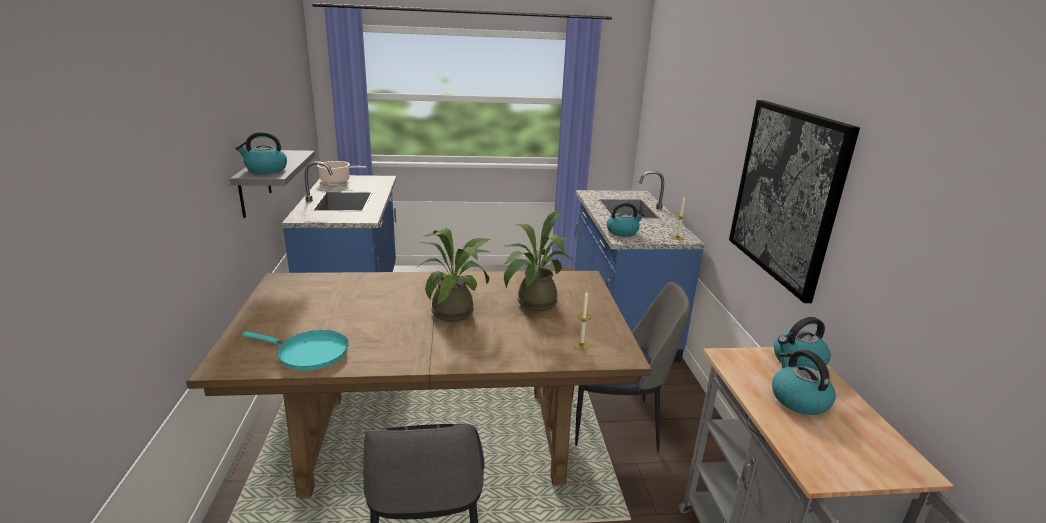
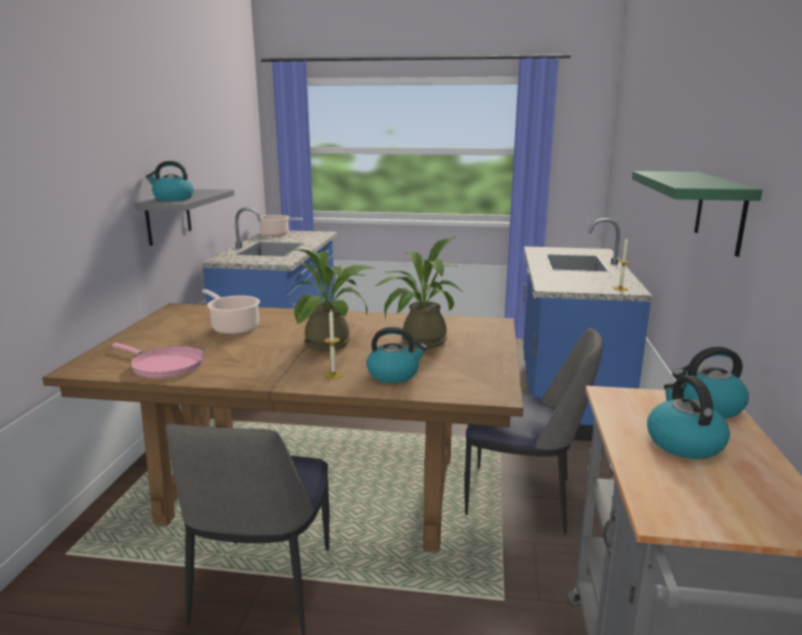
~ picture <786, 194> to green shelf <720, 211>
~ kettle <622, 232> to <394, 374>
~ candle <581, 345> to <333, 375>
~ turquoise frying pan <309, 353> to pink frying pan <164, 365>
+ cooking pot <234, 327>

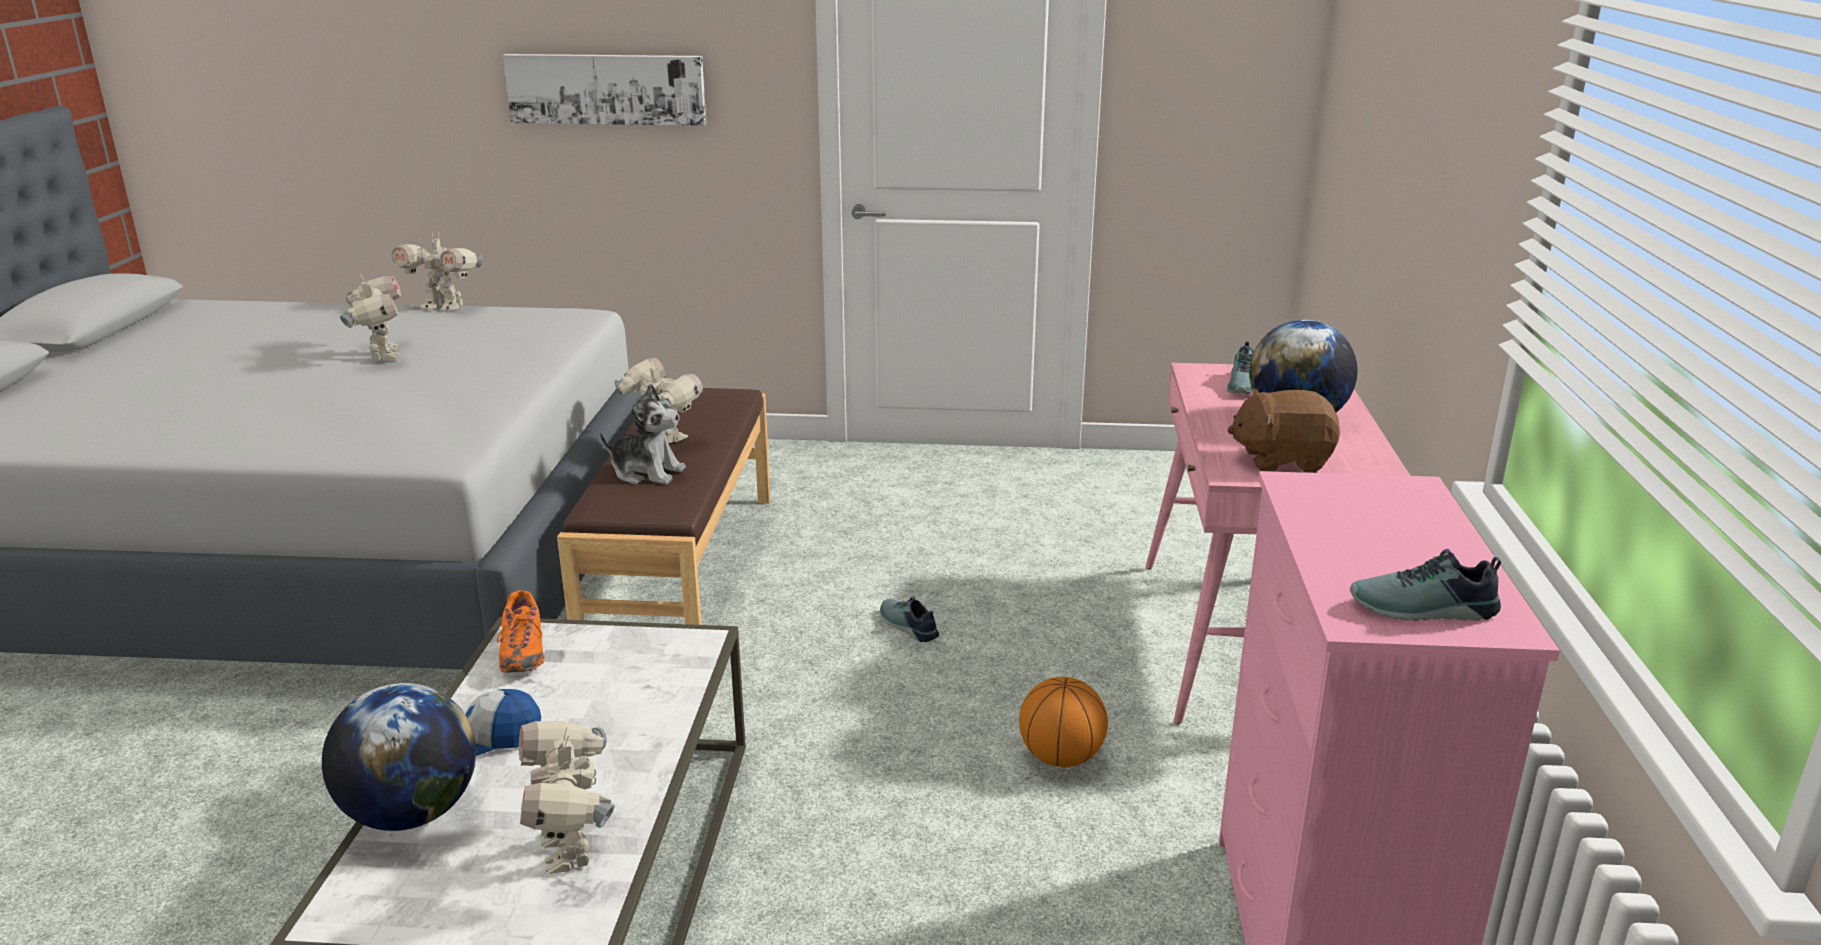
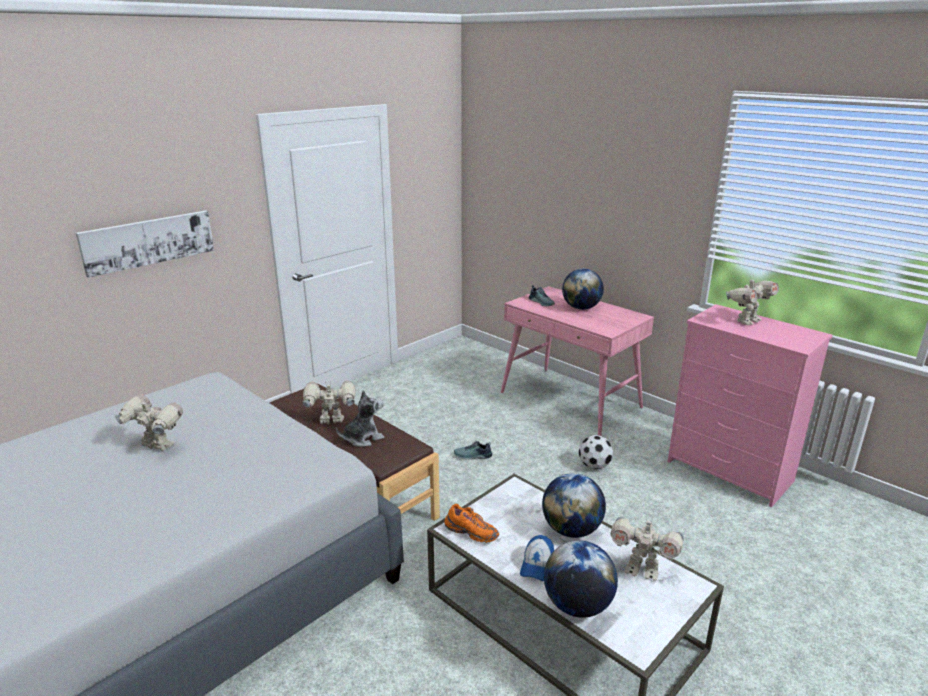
~ toy robot <444, 307> to <746, 321>
- brown plush toy <1281, 460>
- shoe <1424, 610>
~ basketball <1061, 757> to football <594, 466>
+ globe <571, 530>

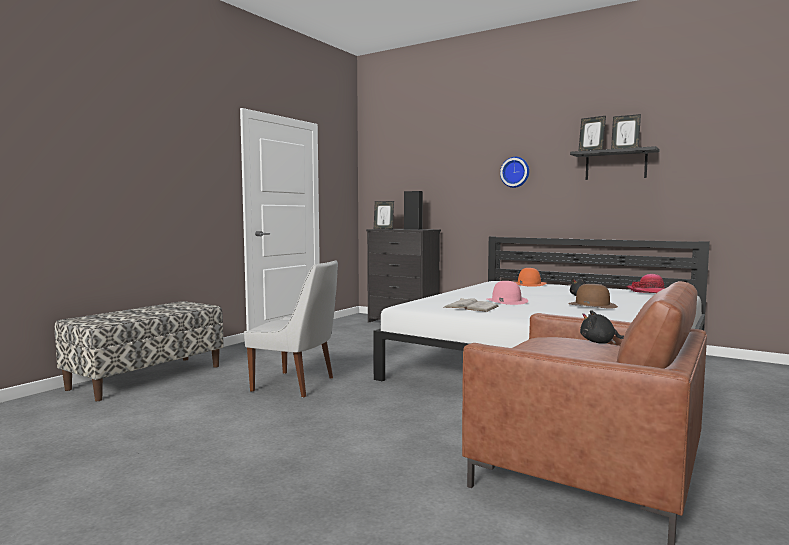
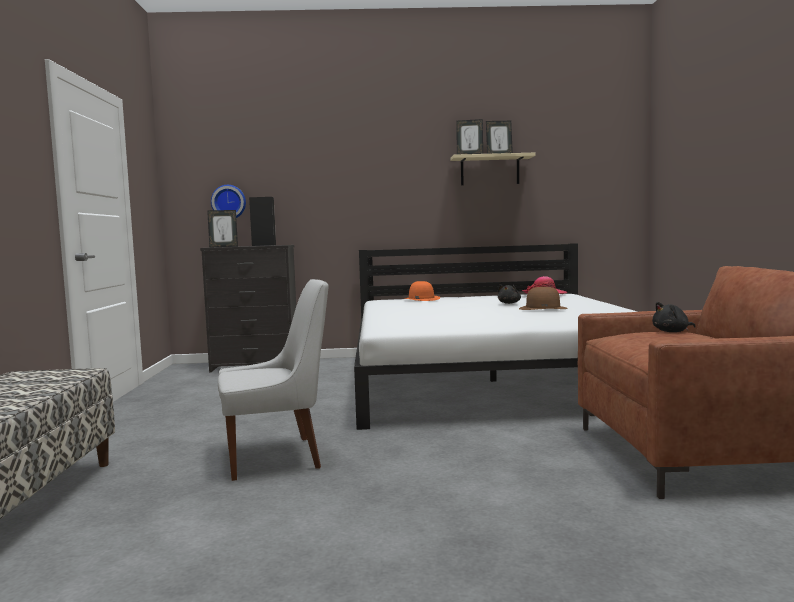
~ black shelf <615, 165> to beige shelf <490, 170>
~ wall clock <515, 172> to <229, 202>
- pink hat <506, 301>
- white book <471, 307>

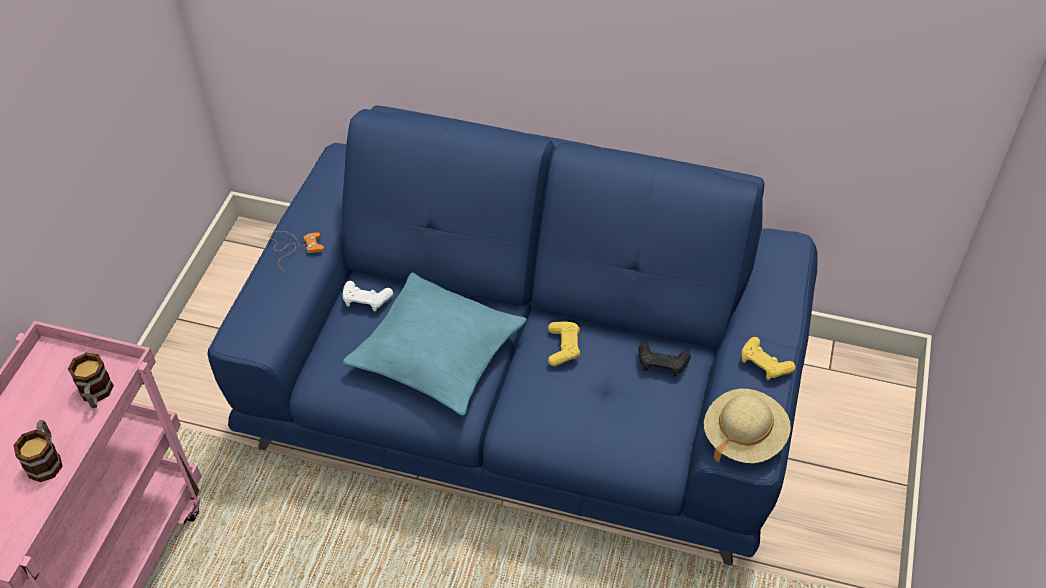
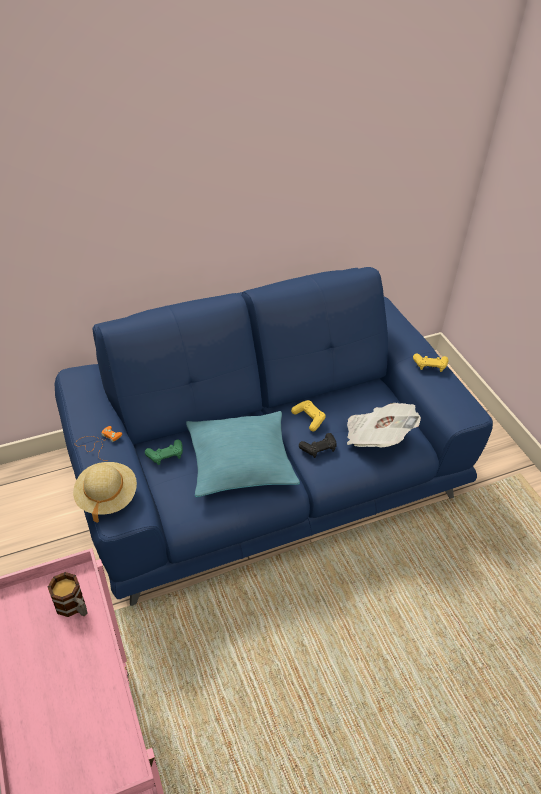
~ white game controller <366, 300> to green game controller <166, 455>
~ black game controller <662, 364> to <318, 449>
~ beige hat <743, 437> to <107, 497>
- mug <46, 459>
+ newspaper <377, 437>

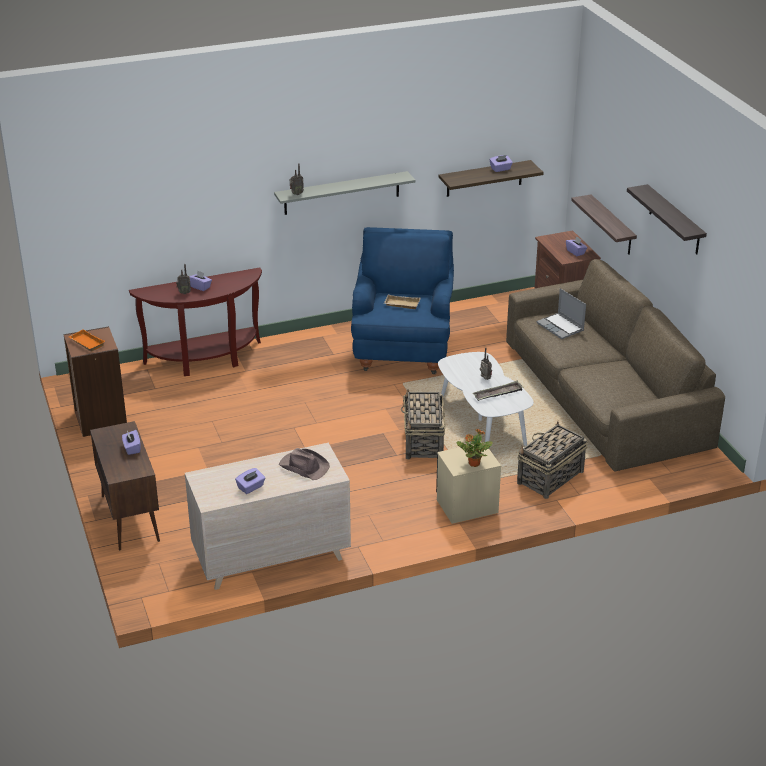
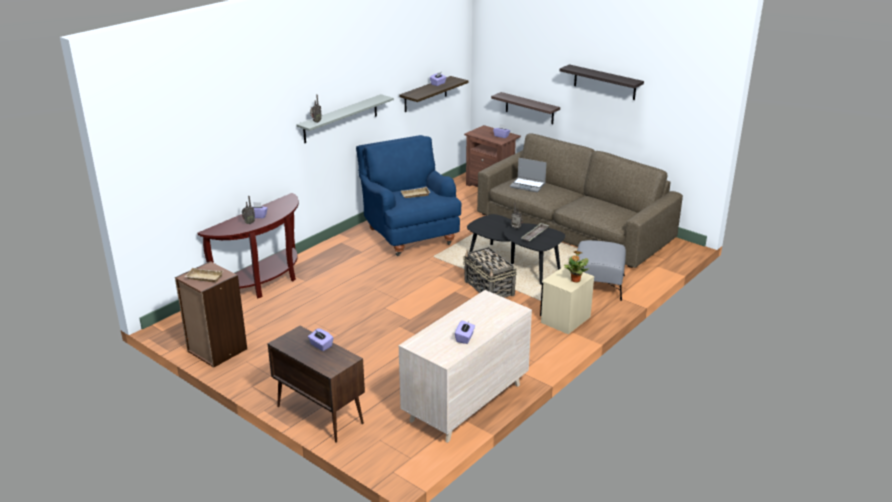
~ orange tray <86, 343> to beige tray <203, 278>
~ white coffee table <482, 421> to black coffee table <514, 264>
~ basket <549, 477> to grey ottoman <597, 285>
- brown hat <304, 466>

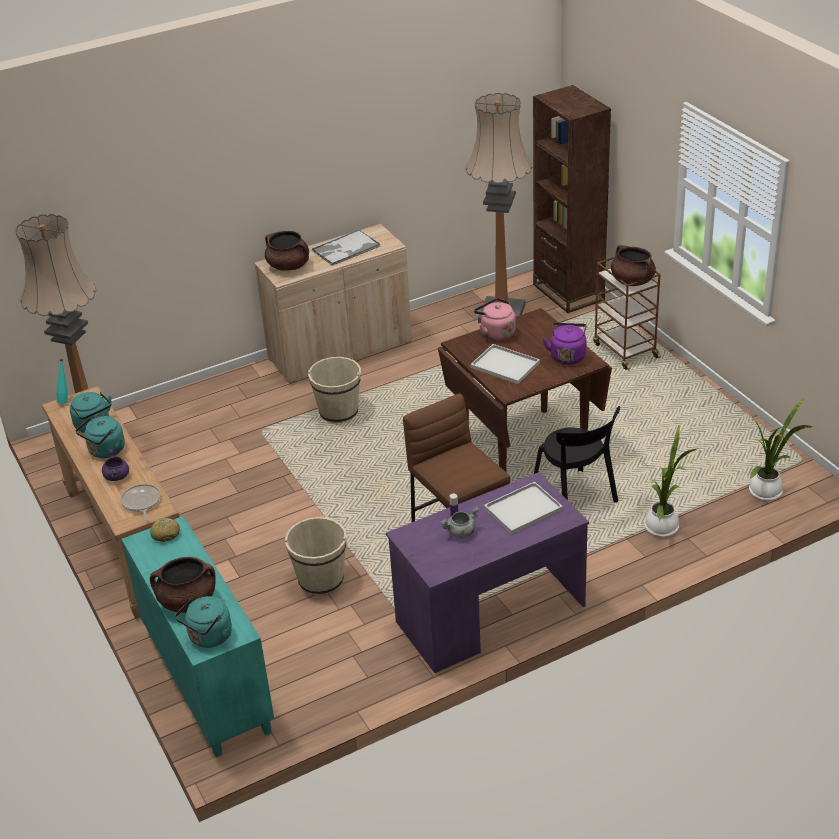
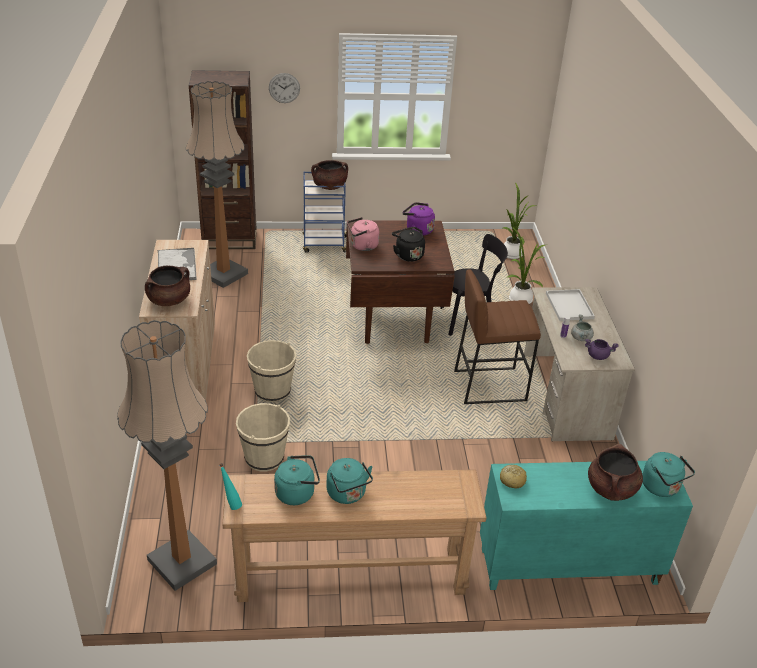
~ brown cart <625, 350> to blue cart <324, 245>
~ white tray <506, 365> to black kettle <408, 255>
~ purple cooking pot <117, 477> to <598, 356>
~ purple desk <490, 614> to beige desk <565, 396>
- frying pan <141, 503>
~ beige bucket <321, 580> to <264, 457>
+ wall clock <284, 88>

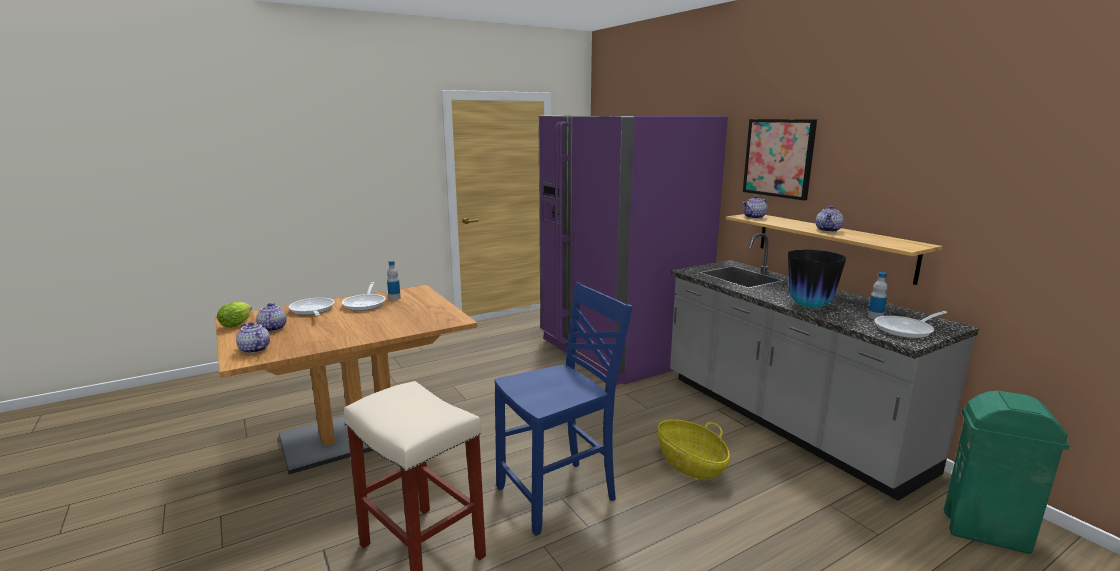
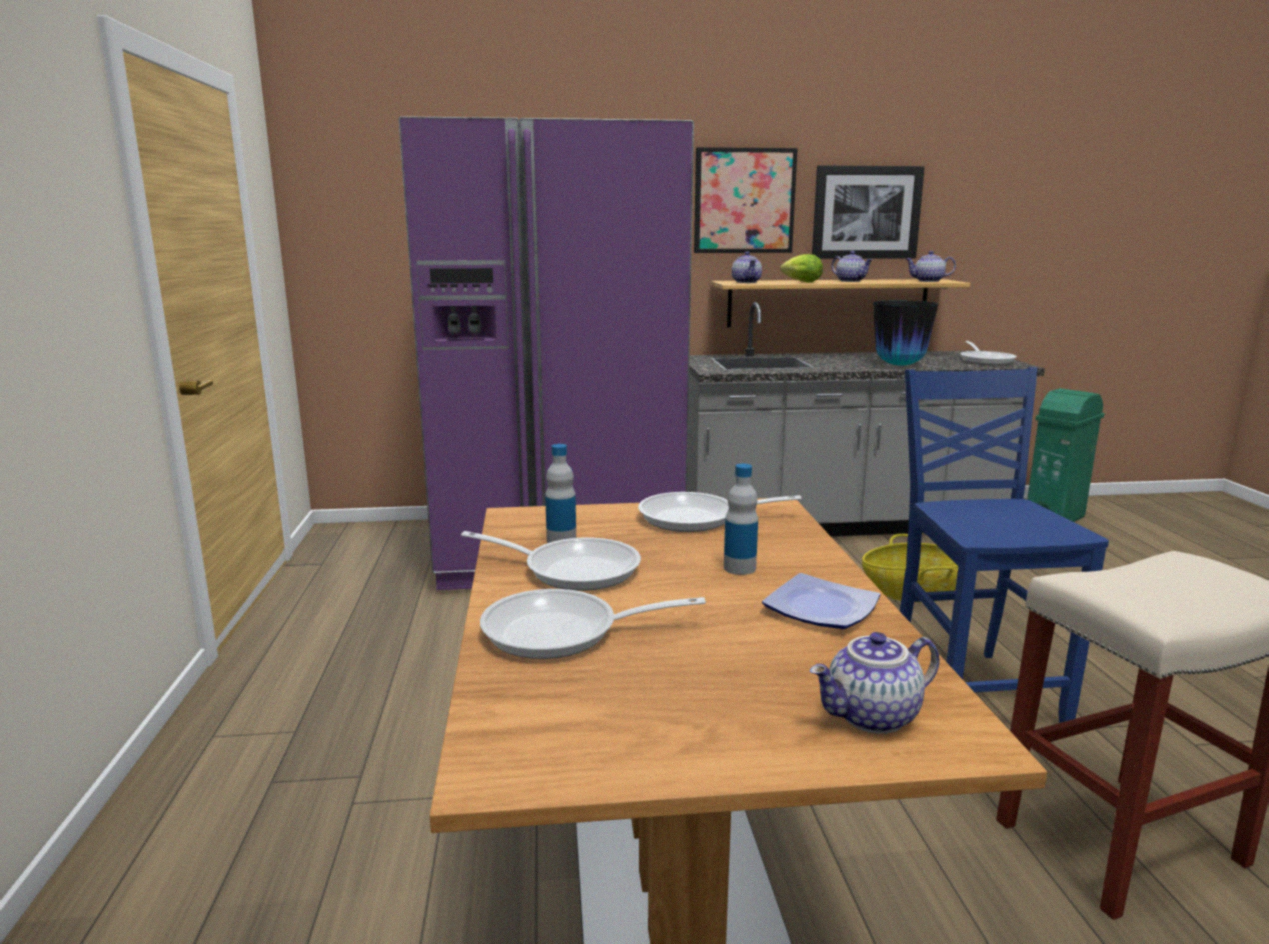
~ bottle <875, 317> to <739, 568>
~ lettuce <238, 324> to <800, 282>
~ teapot <272, 328> to <928, 281>
+ picture <866, 212>
+ frying pan <697, 518>
+ plate <818, 609>

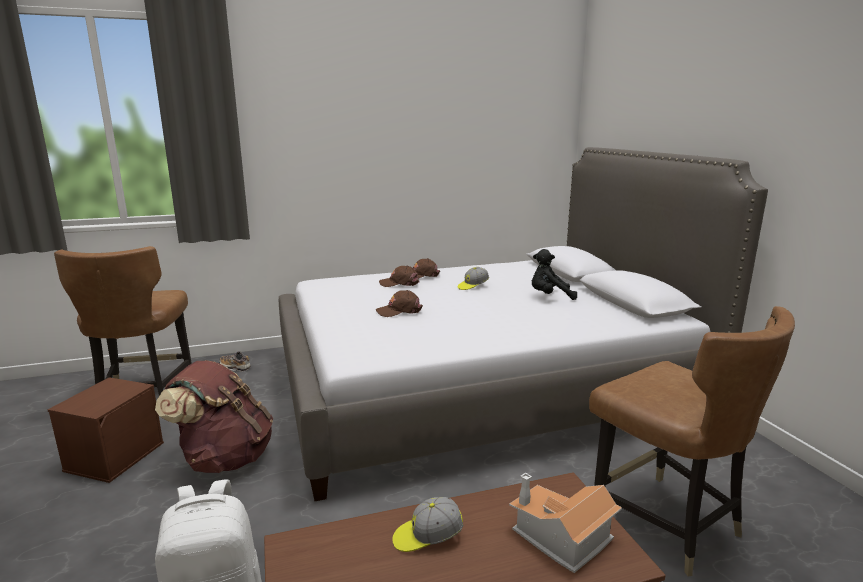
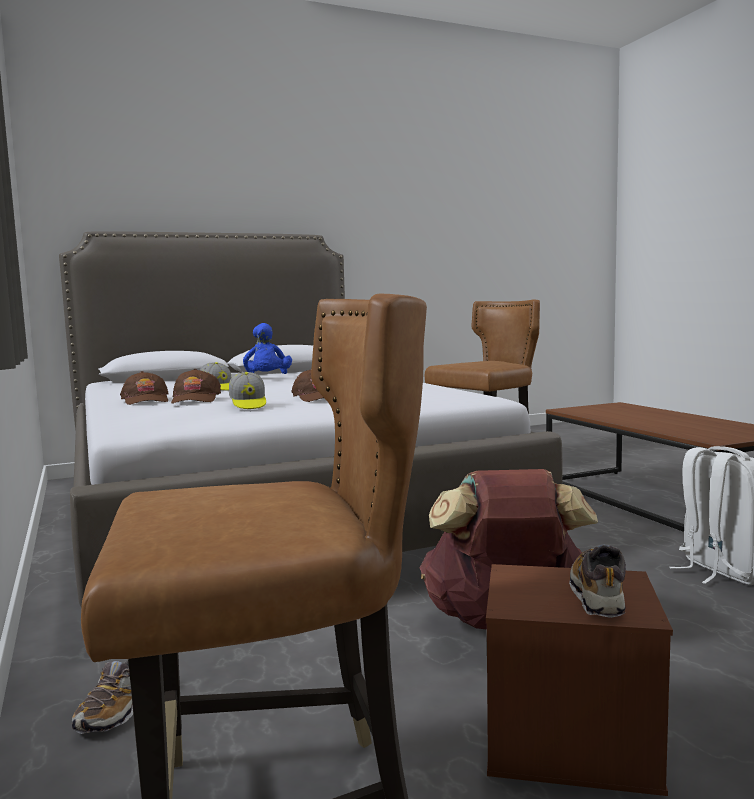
~ black plush toy <550, 297> to blue plush toy <267, 378>
- toy house <560, 538>
~ cap <427, 537> to <248, 405>
+ shoe <597, 595>

